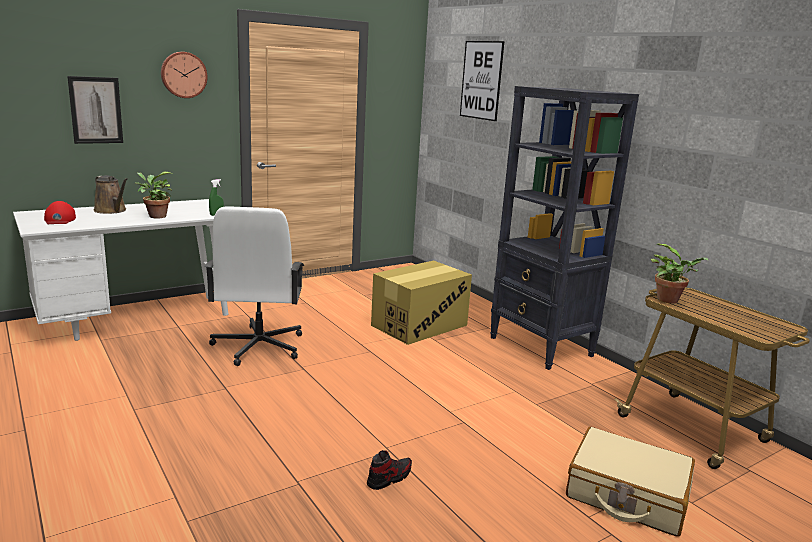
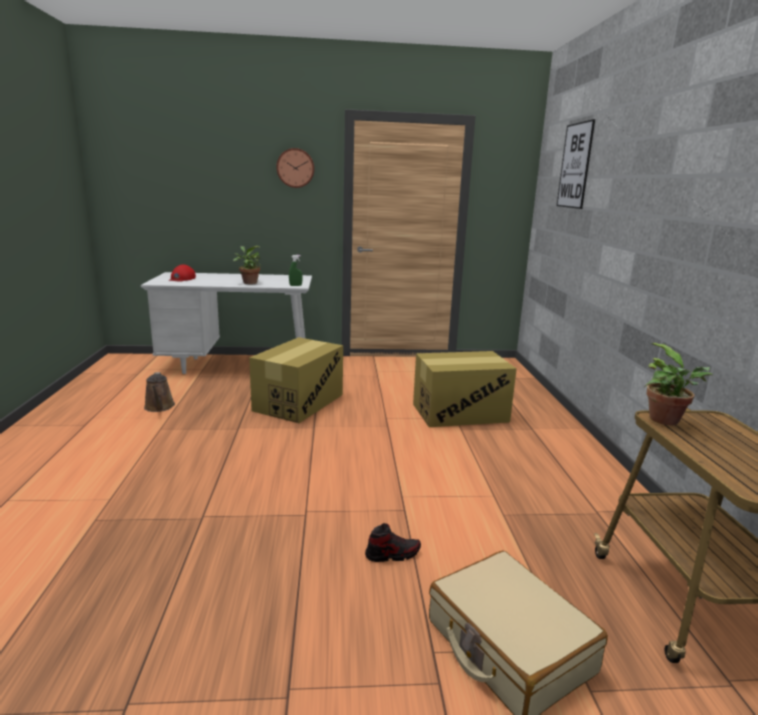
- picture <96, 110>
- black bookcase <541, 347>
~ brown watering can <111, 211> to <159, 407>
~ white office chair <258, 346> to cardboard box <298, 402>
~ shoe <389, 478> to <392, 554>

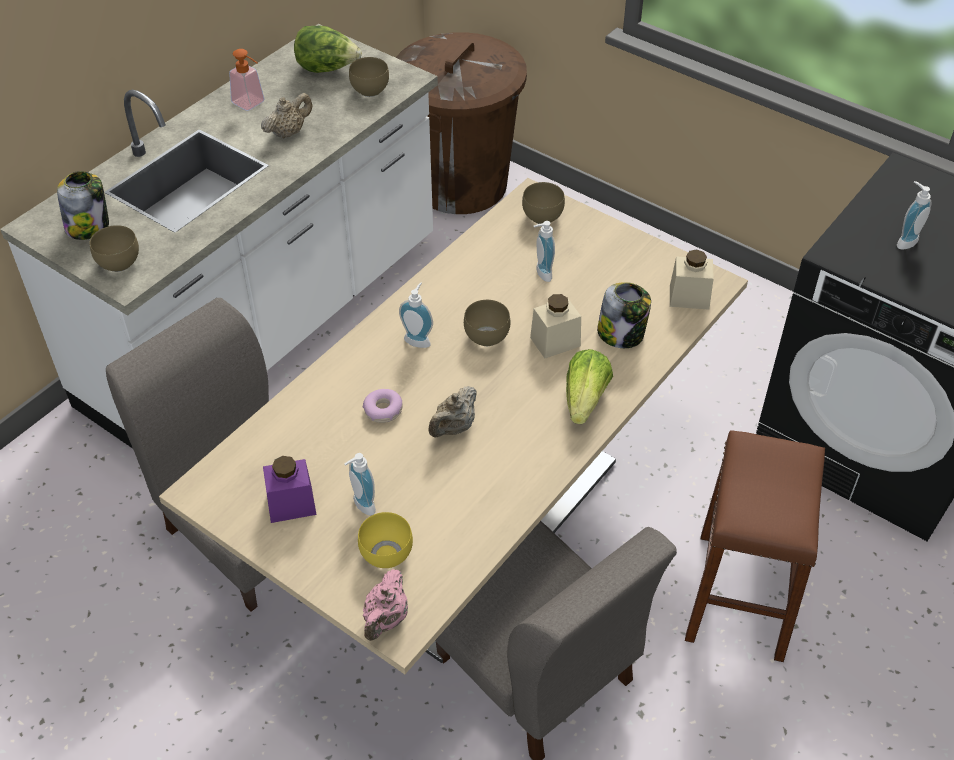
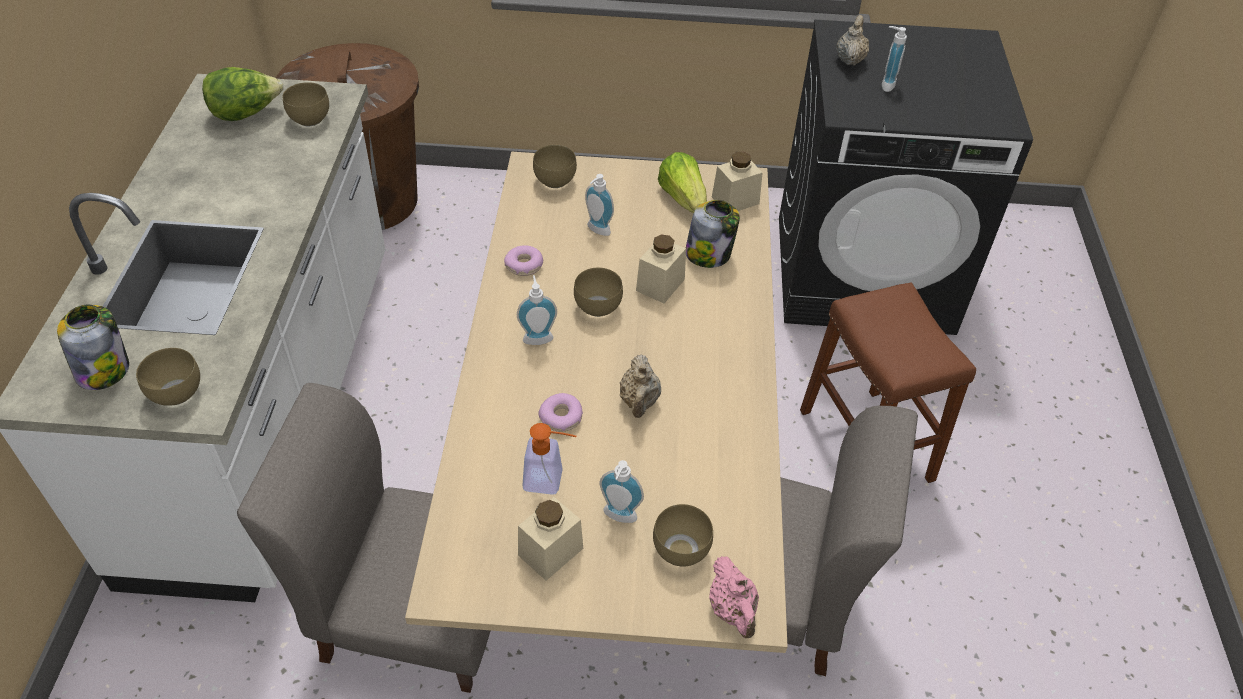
~ soap dispenser <252, 104> to <550, 481>
~ beige teapot <288, 132> to <850, 59>
~ lettuce <585, 399> to <683, 199>
~ purple jar <291, 504> to beige jar <550, 551>
~ yellow bowl <385, 556> to brown bowl <681, 552>
+ donut <524, 266>

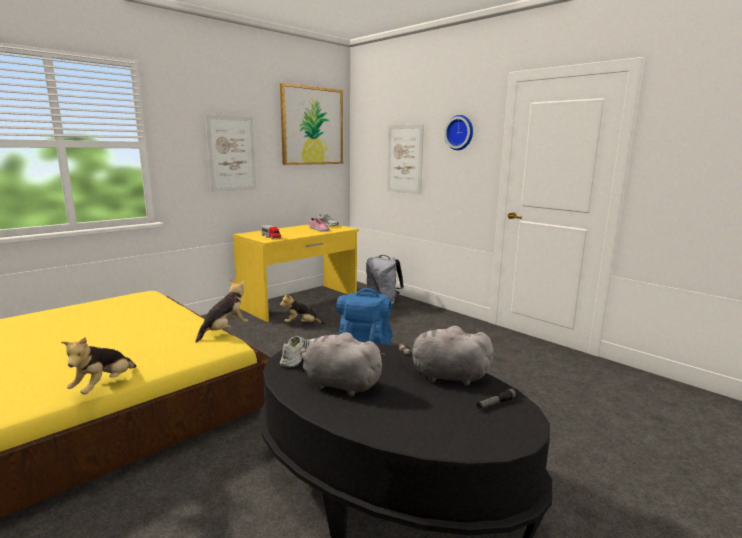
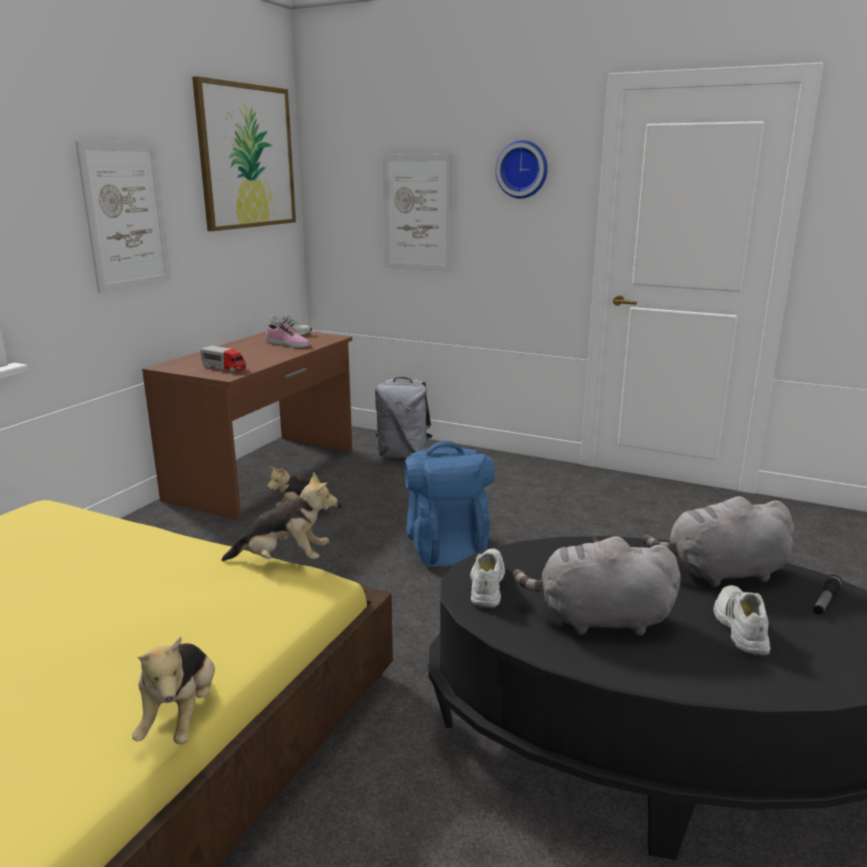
~ yellow desk <300, 302> to brown desk <266, 473>
~ plush toy <225, 331> = <284, 560> 75 degrees clockwise
+ white shoe <739, 627>

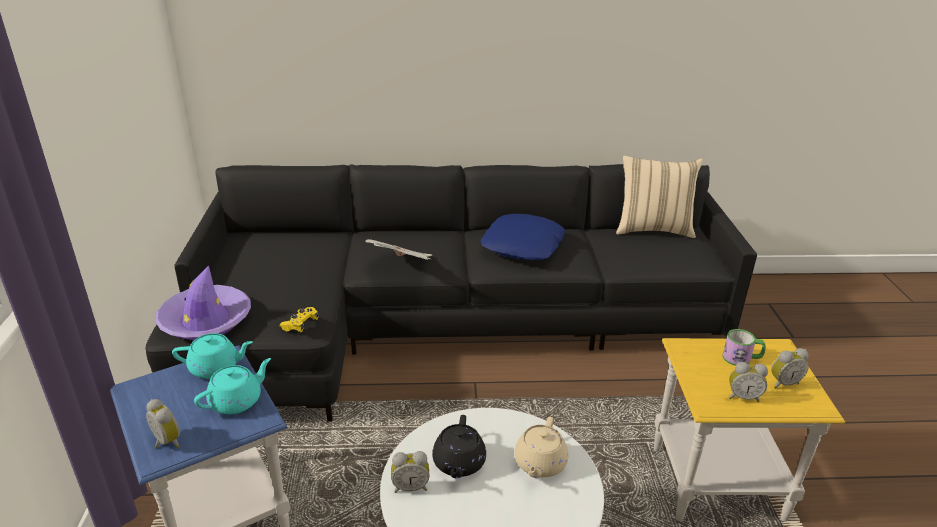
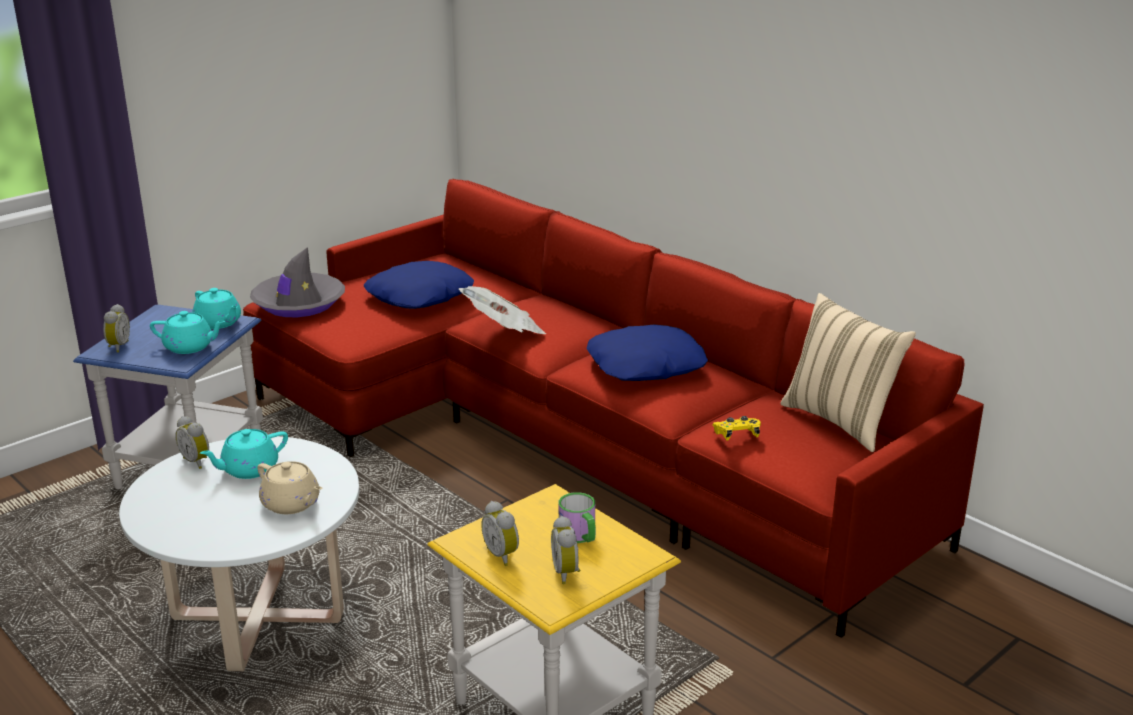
~ black sofa <440, 325> to red sofa <568, 441>
~ purple hat <206, 321> to grey hat <299, 304>
~ yellow game controller <300, 325> to <736, 435>
~ alarm clock <783, 383> = <567, 573> 45 degrees clockwise
~ black teapot <458, 463> to turquoise teapot <248, 469>
~ beige teapot <539, 464> = <292, 504> 120 degrees counterclockwise
+ blue pillow <420, 296>

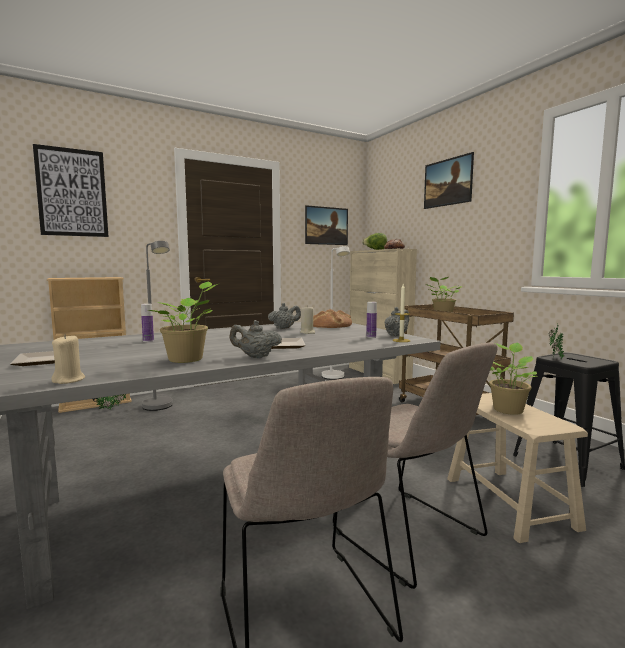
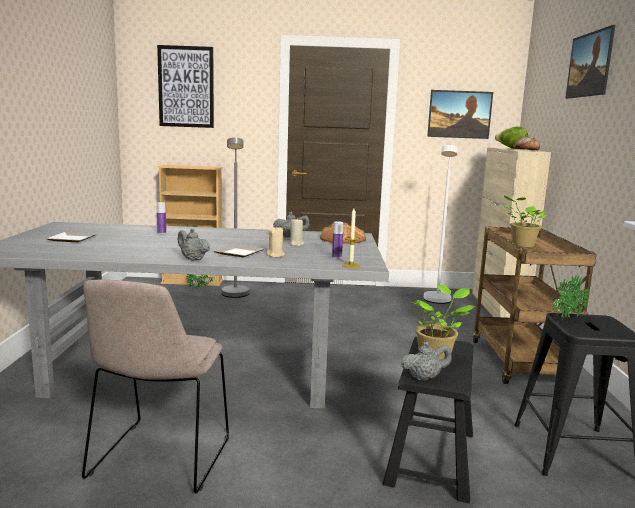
- potted plant <188, 359>
~ grey teapot <396, 335> to <424, 378>
~ beige candle <69, 380> to <275, 255>
- beige chair <412, 537>
~ beige stool <509, 502> to black stool <431, 457>

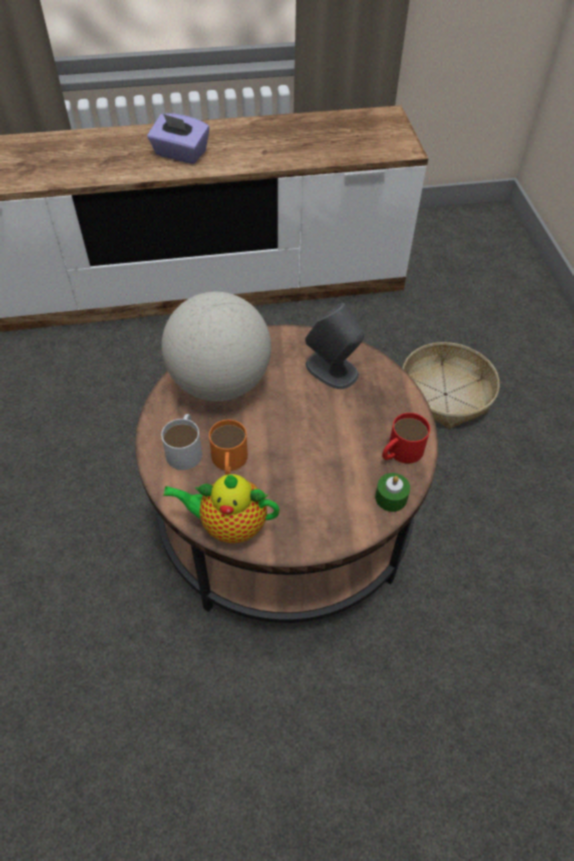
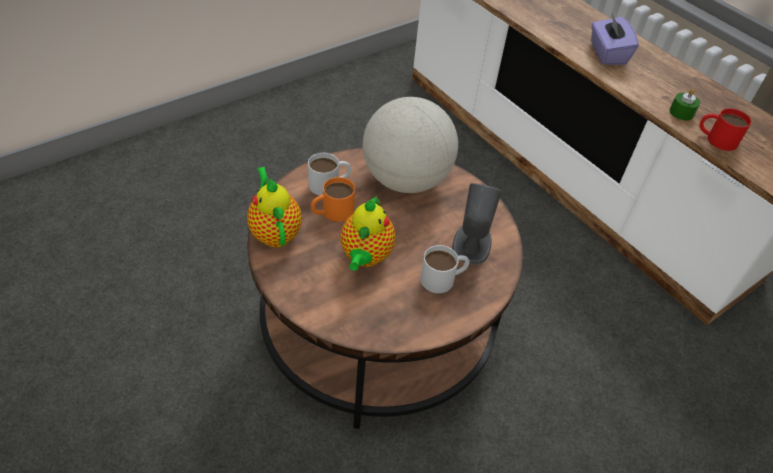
- basket <444, 394>
~ red mug <400, 452> to <716, 139>
~ green candle <391, 498> to <681, 112>
+ teapot <365, 257>
+ white mug <443, 278>

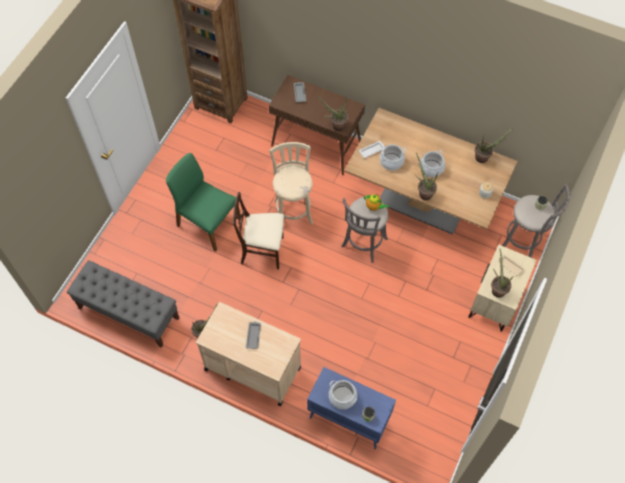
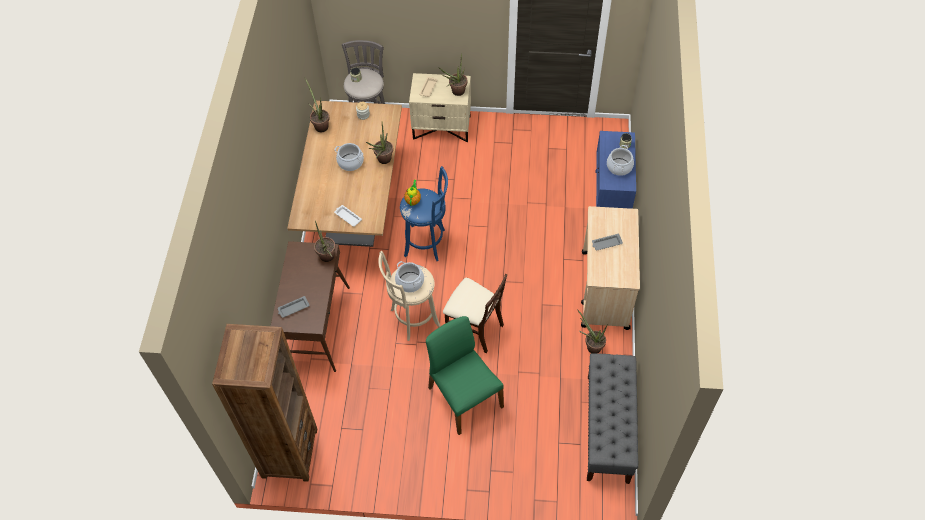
~ cooking pot <391, 161> to <409, 282>
~ green chair <207, 222> = <464, 397> 135 degrees clockwise
~ beige chair <263, 251> = <474, 329> 45 degrees counterclockwise
~ grey stool <363, 244> to blue stool <427, 243>

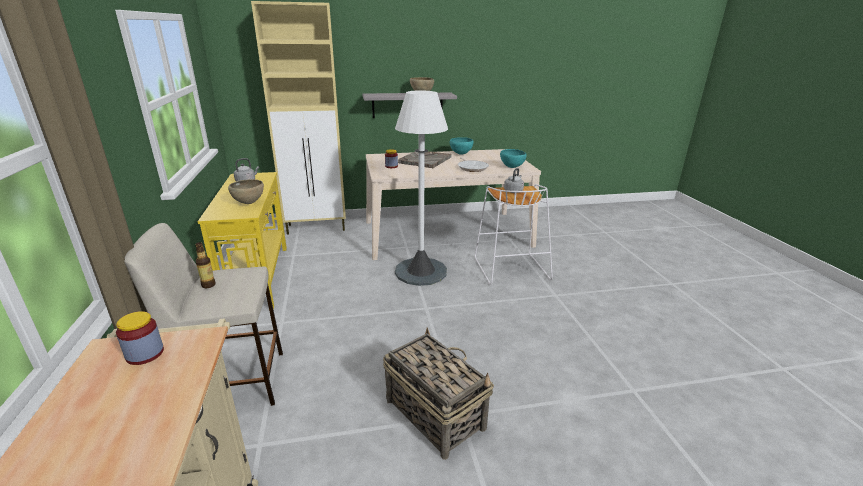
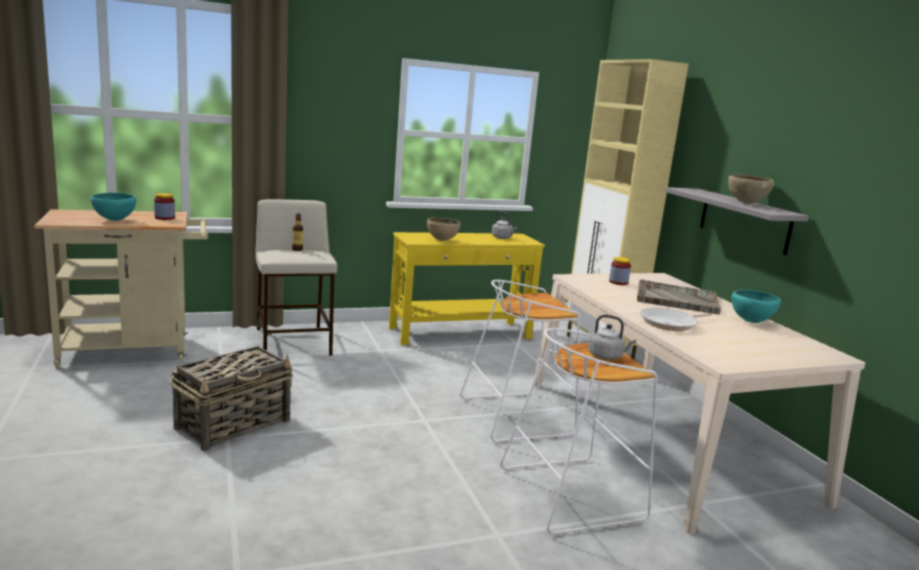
~ white floor lamp <421, 272> to white stool <517, 416>
~ turquoise bowl <511, 167> to <114, 220>

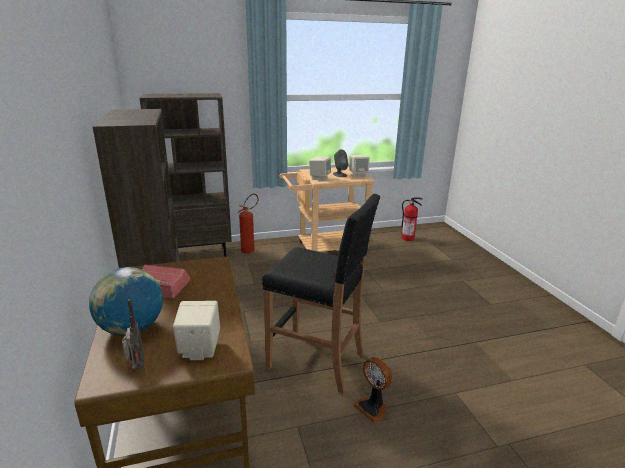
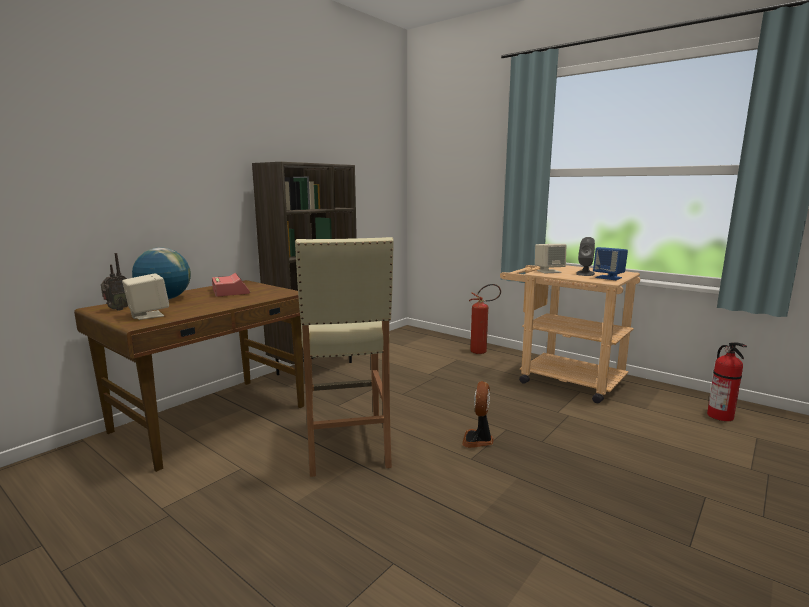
- brown bookcase <198, 253>
~ beige speaker <358, 175> to blue speaker <609, 277>
~ black stool <317, 361> to beige stool <346, 445>
~ fan <372, 407> to <478, 440>

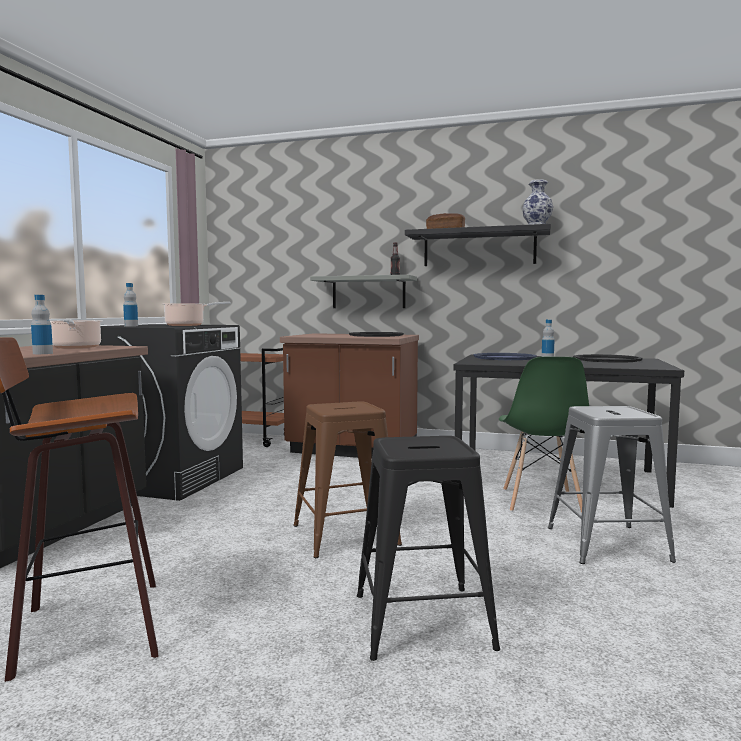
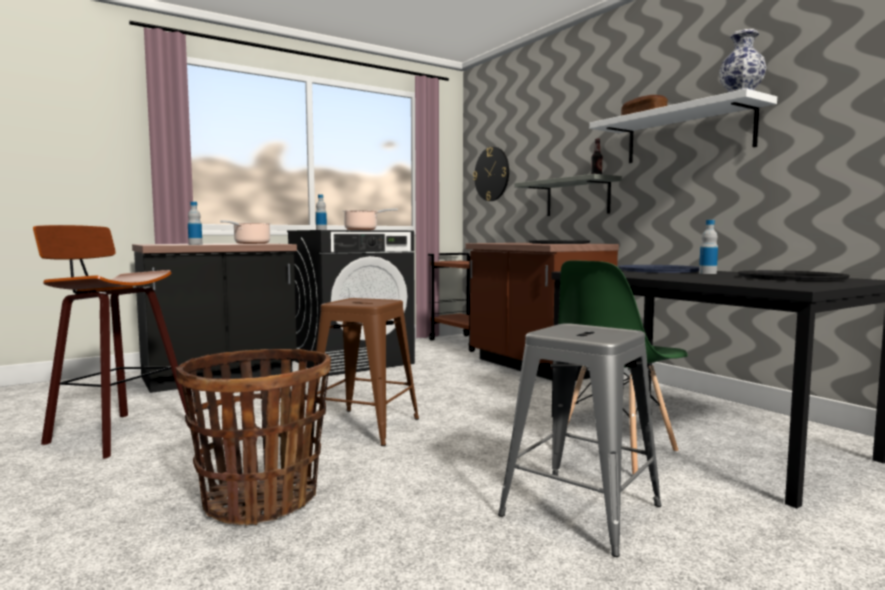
~ black shelf <479, 248> to white shelf <687, 134>
~ black stool <422, 620> to basket <261, 500>
+ wall clock <492, 174>

